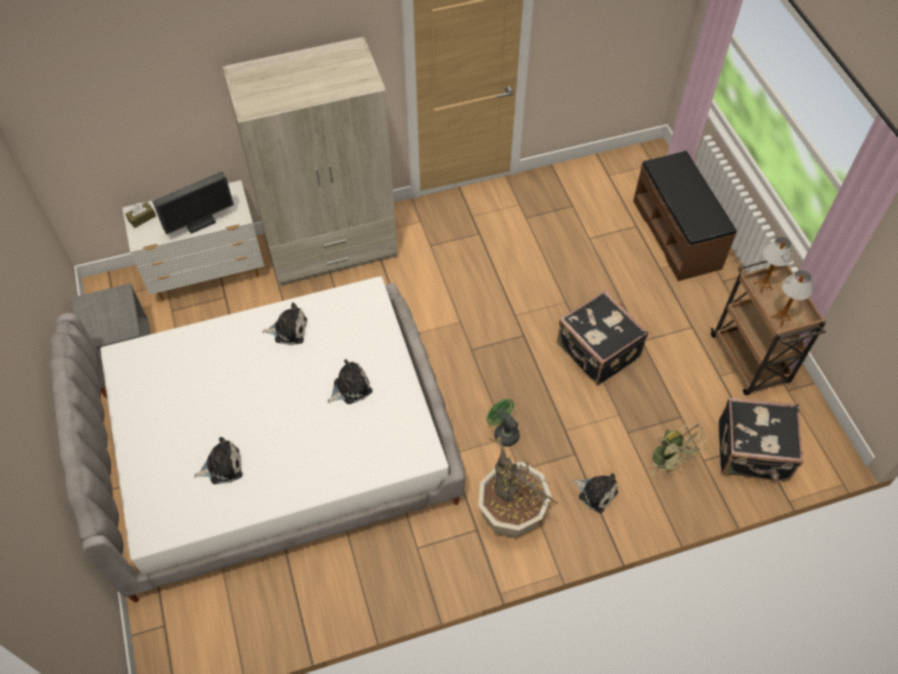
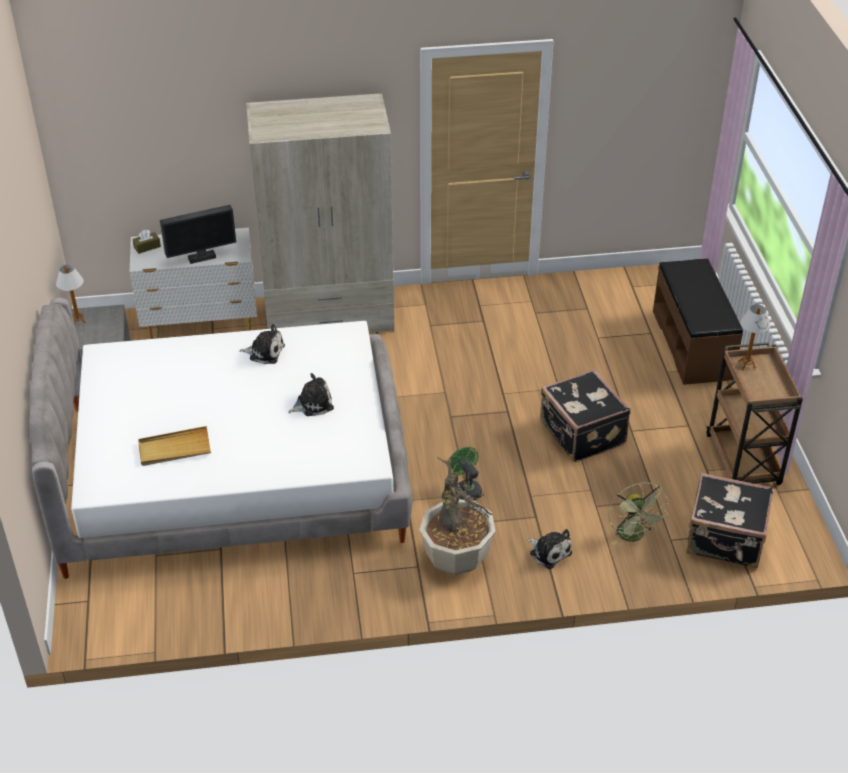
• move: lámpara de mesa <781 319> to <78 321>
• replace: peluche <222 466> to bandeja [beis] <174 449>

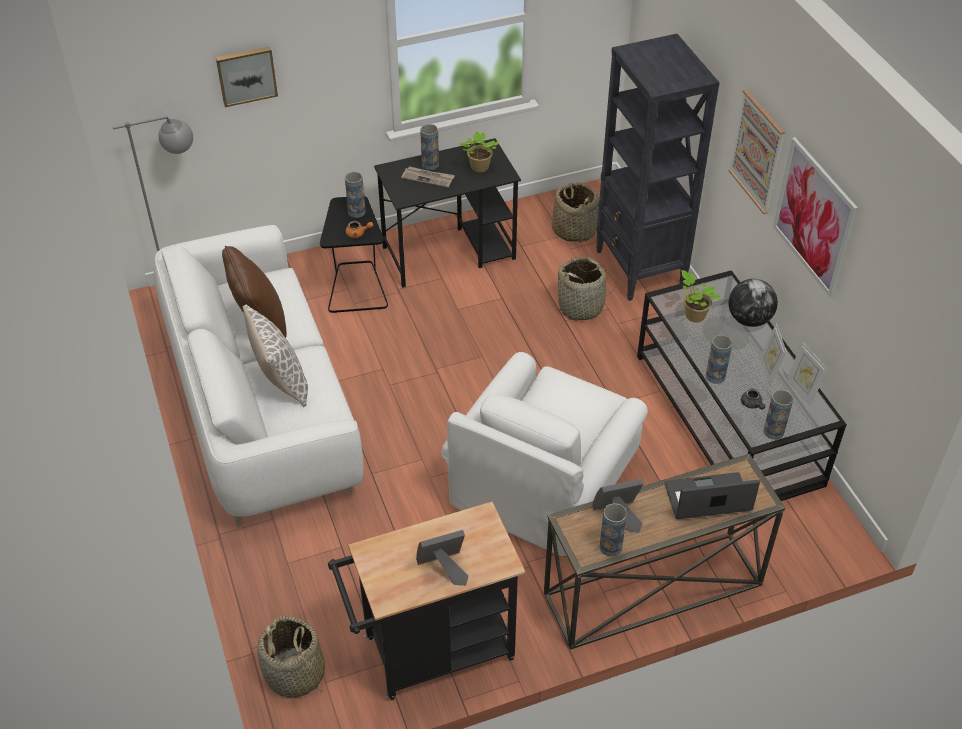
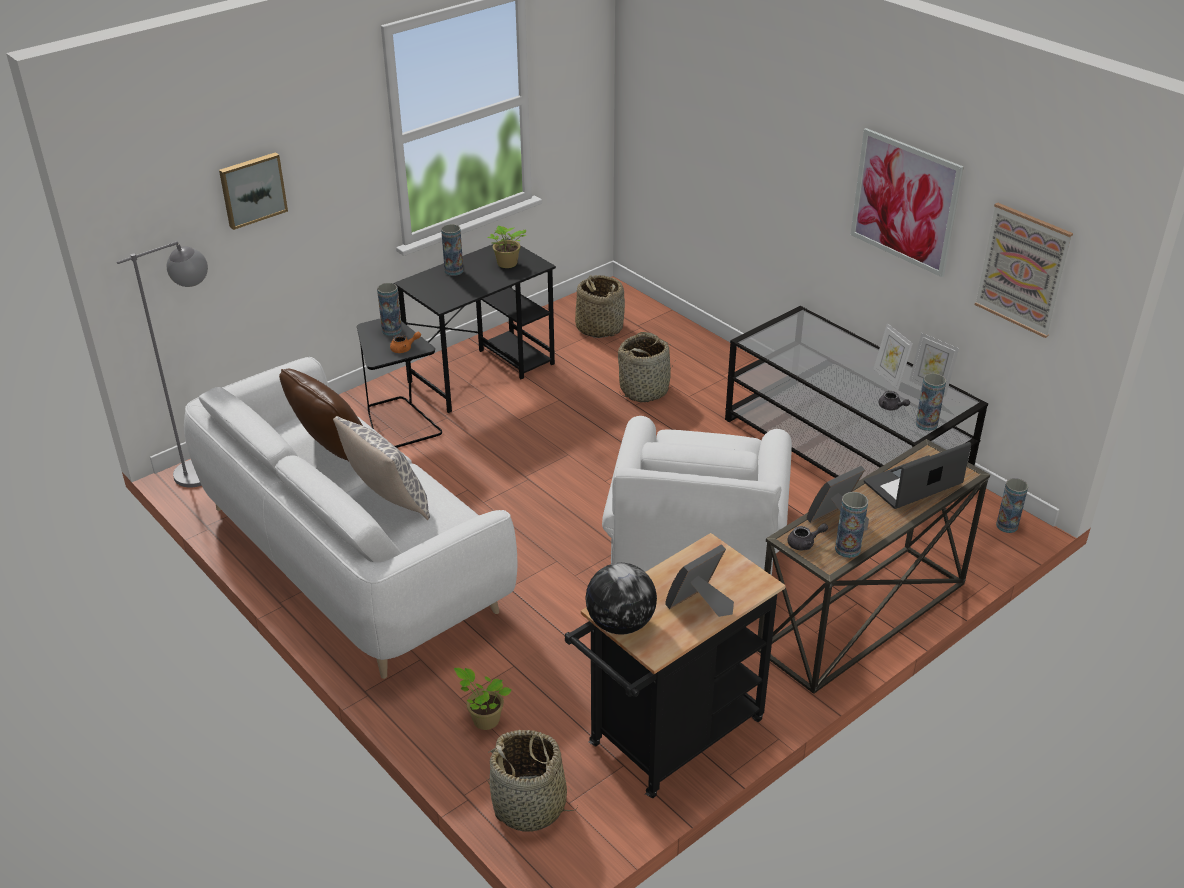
• move: planta en maceta <693 315> to <484 719>
• move: globo terráqueo <749 319> to <620 623>
• insert: tetera [gris] <805 543>
• move: cuadro <757 151> to <1023 269>
• move: florero <715 376> to <1007 526>
• delete: periódico <428 178>
• delete: estantería [negro] <640 269>

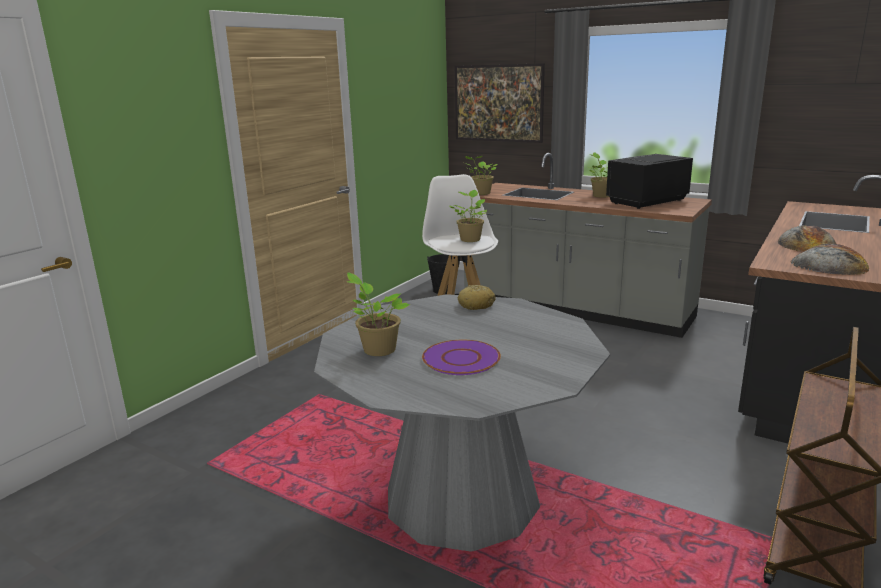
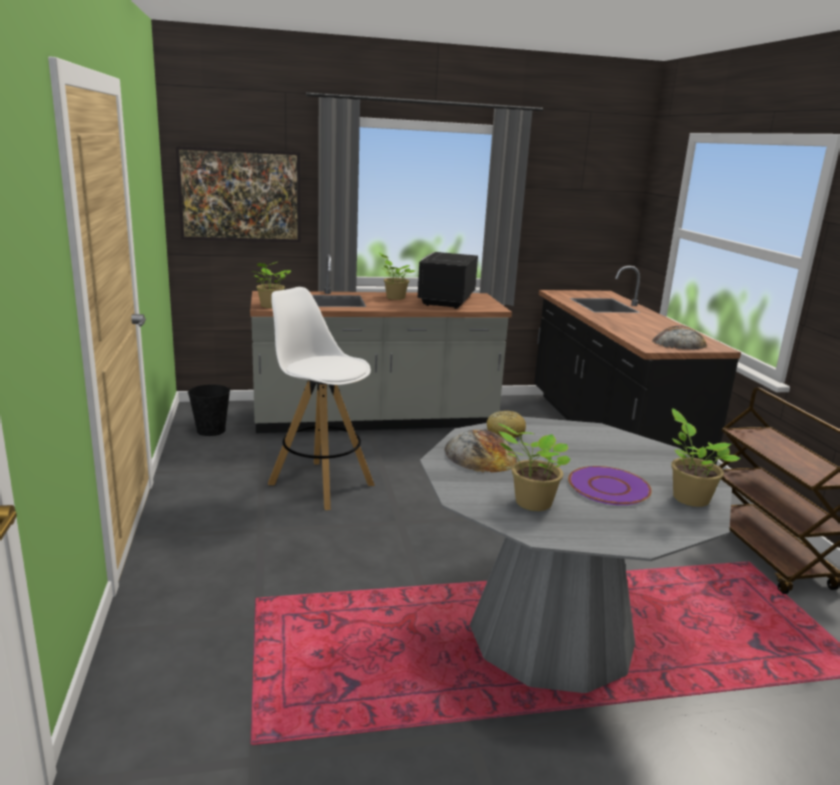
• move: pan <807 244> to <480 455>
• move: planta en maceta <470 239> to <688 497>

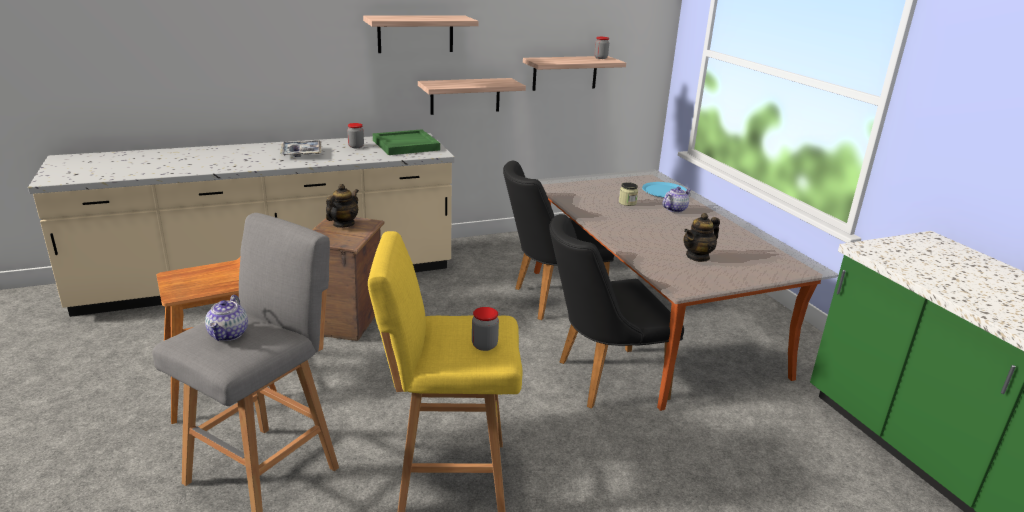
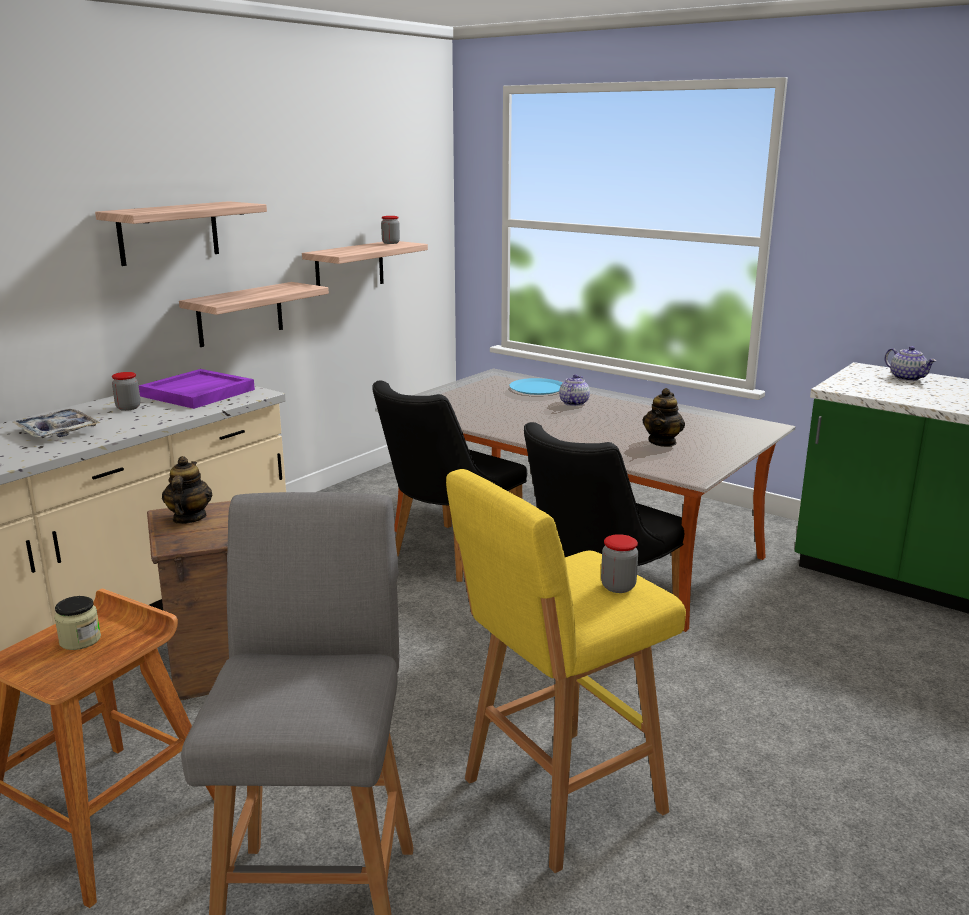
• move: tarro <627 203> to <80 640>
• recolor: bandeja [verde] <405 145> to bandeja [morado] <198 393>
• move: tetera <229 334> to <907 378>

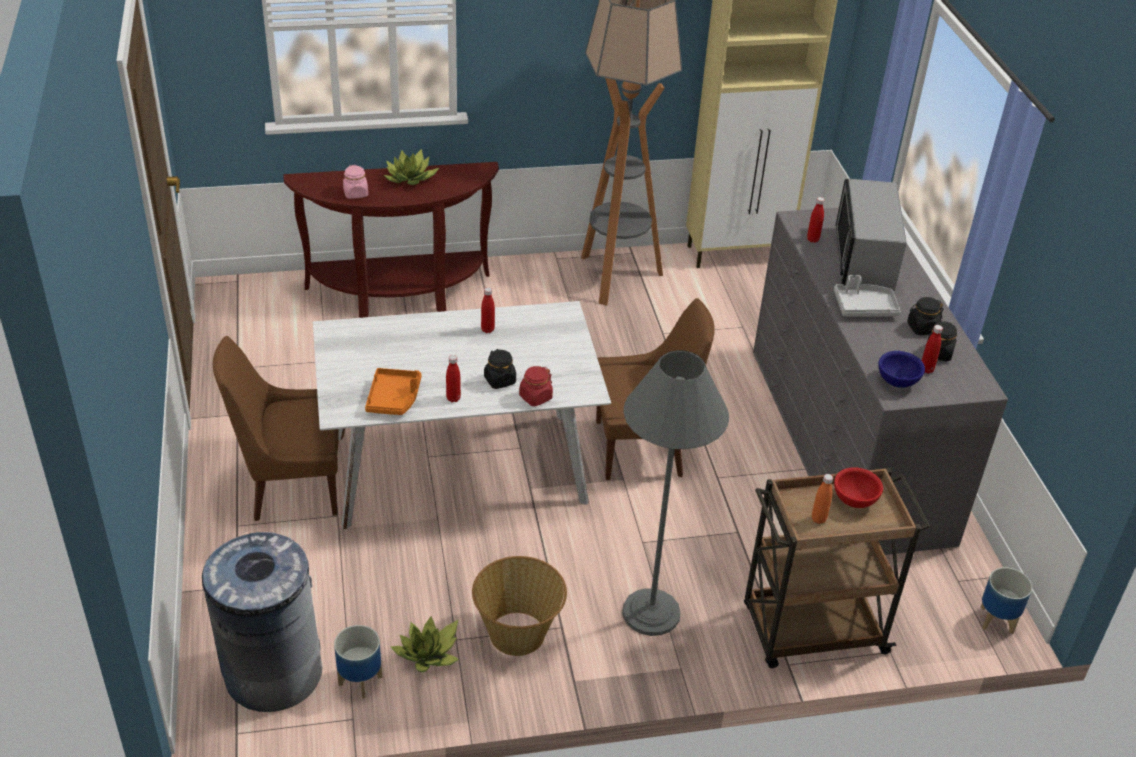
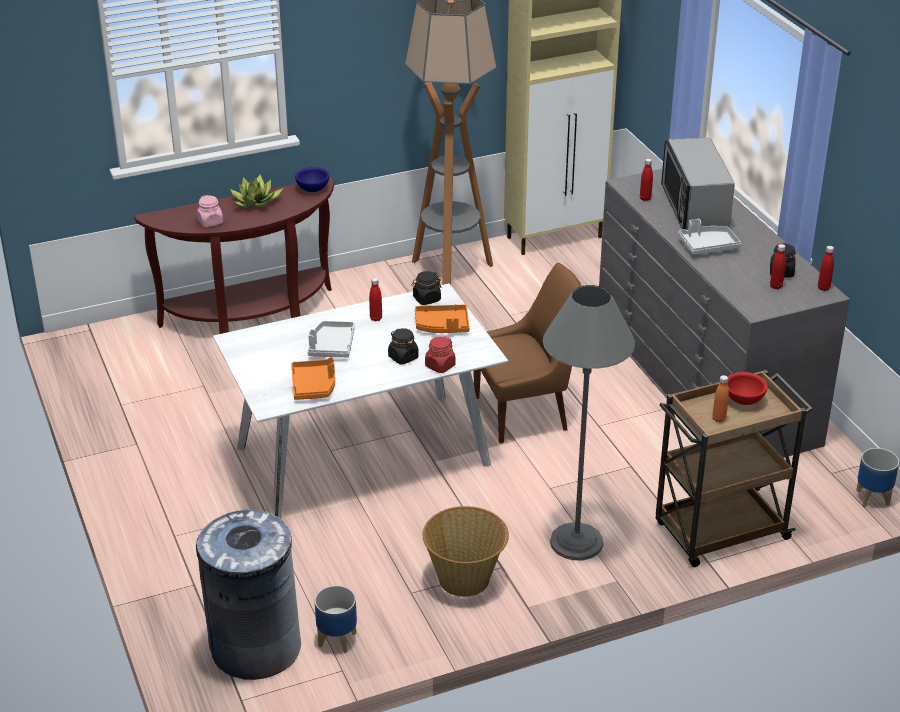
• move: cuenco [azul] <897 382> to <312 190>
• insert: bandeja [gris] <331 346>
• move: tarro [negro] <922 328> to <426 299>
• insert: bandeja [naranja] <442 326>
• move: botella [rojo] <453 398> to <823 288>
• delete: silla [marrón] <291 486>
• delete: planta en maceta <428 654>

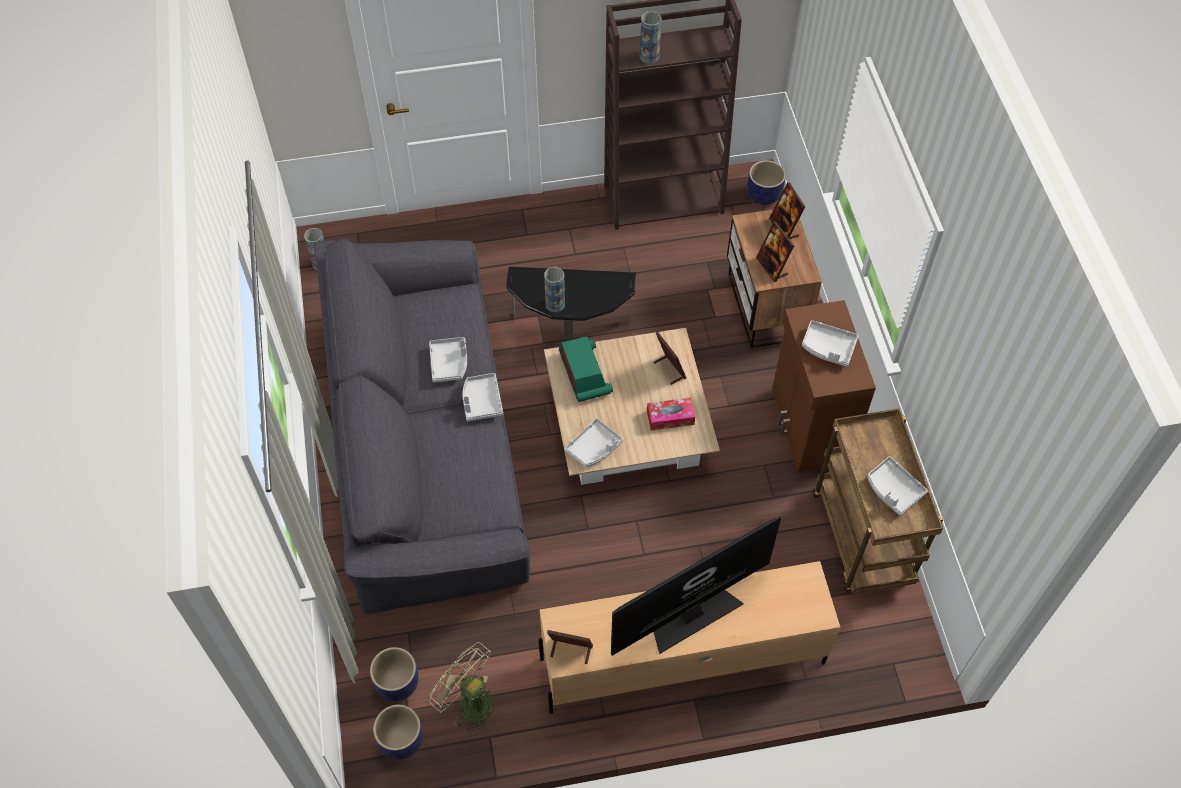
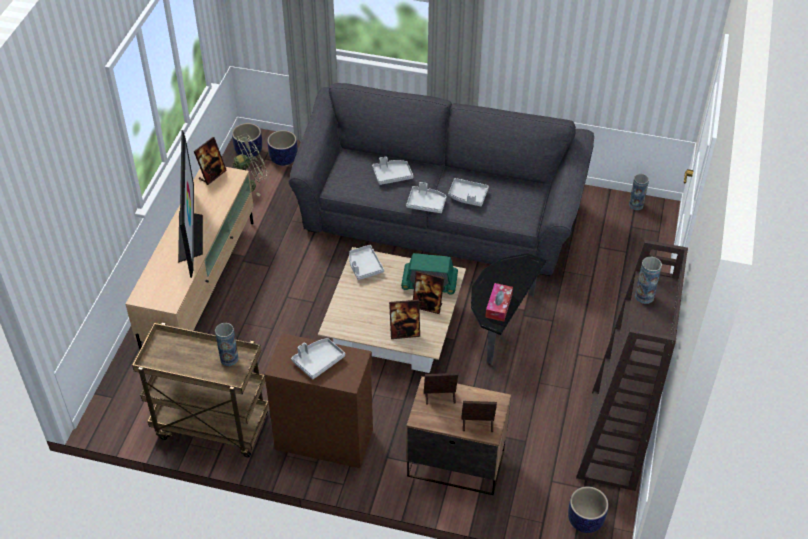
• move: florero <555 304> to <229 358>
• move: bandeja [gris] <893 490> to <392 175>
• insert: portarretratos <427 306>
• move: caja de pañuelos <670 417> to <498 306>

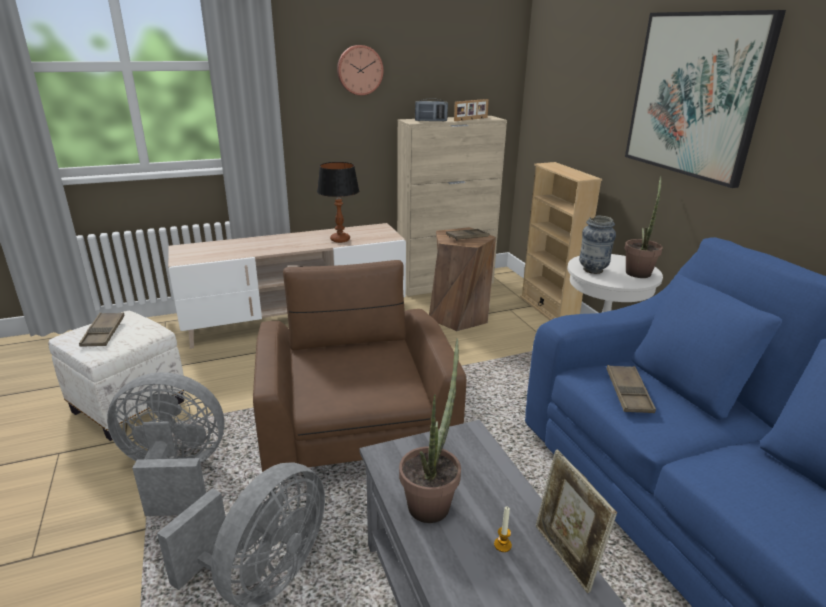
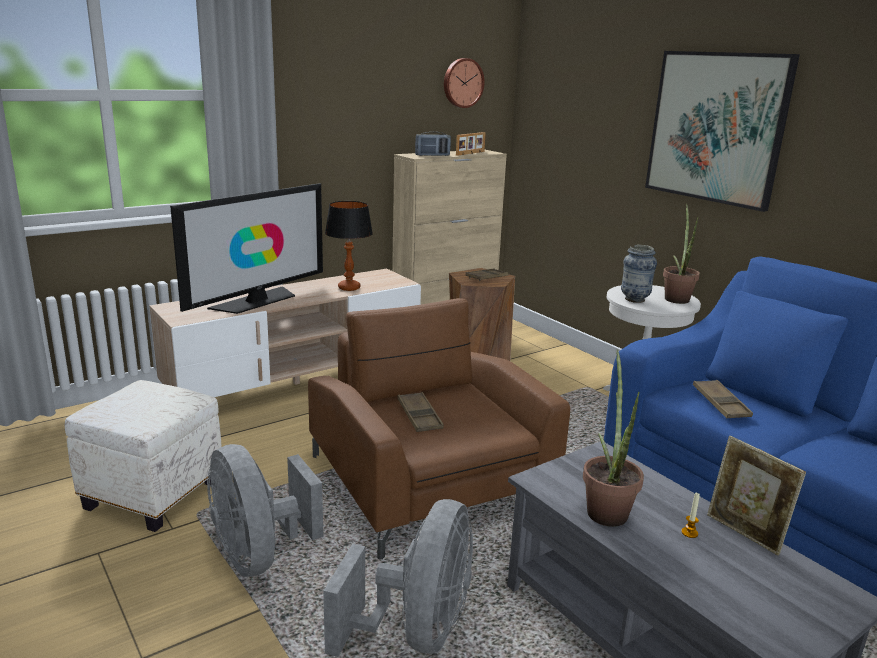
• insert: televisor <257 301>
• rotate: ventilador [gris] <176 475> = <259 555> 105 degrees counterclockwise
• move: bandeja [marrón] <103 333> to <419 416>
• move: reloj de pared <359 70> to <462 83>
• delete: estantería [beis] <548 309>

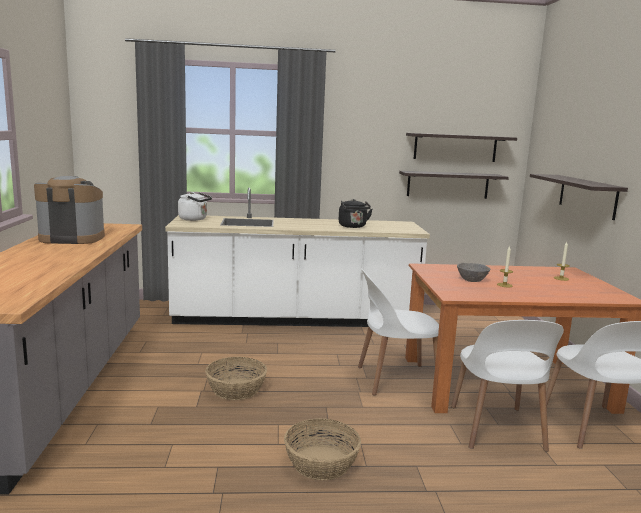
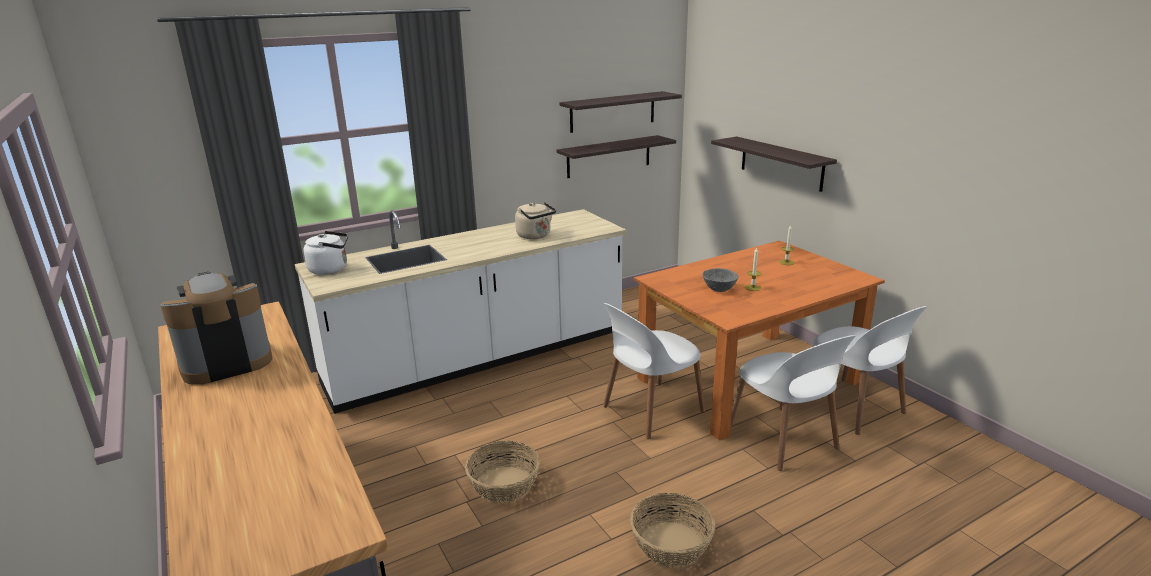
• recolor: hervidor [negro] <353 226> to hervidor [beis] <535 236>

